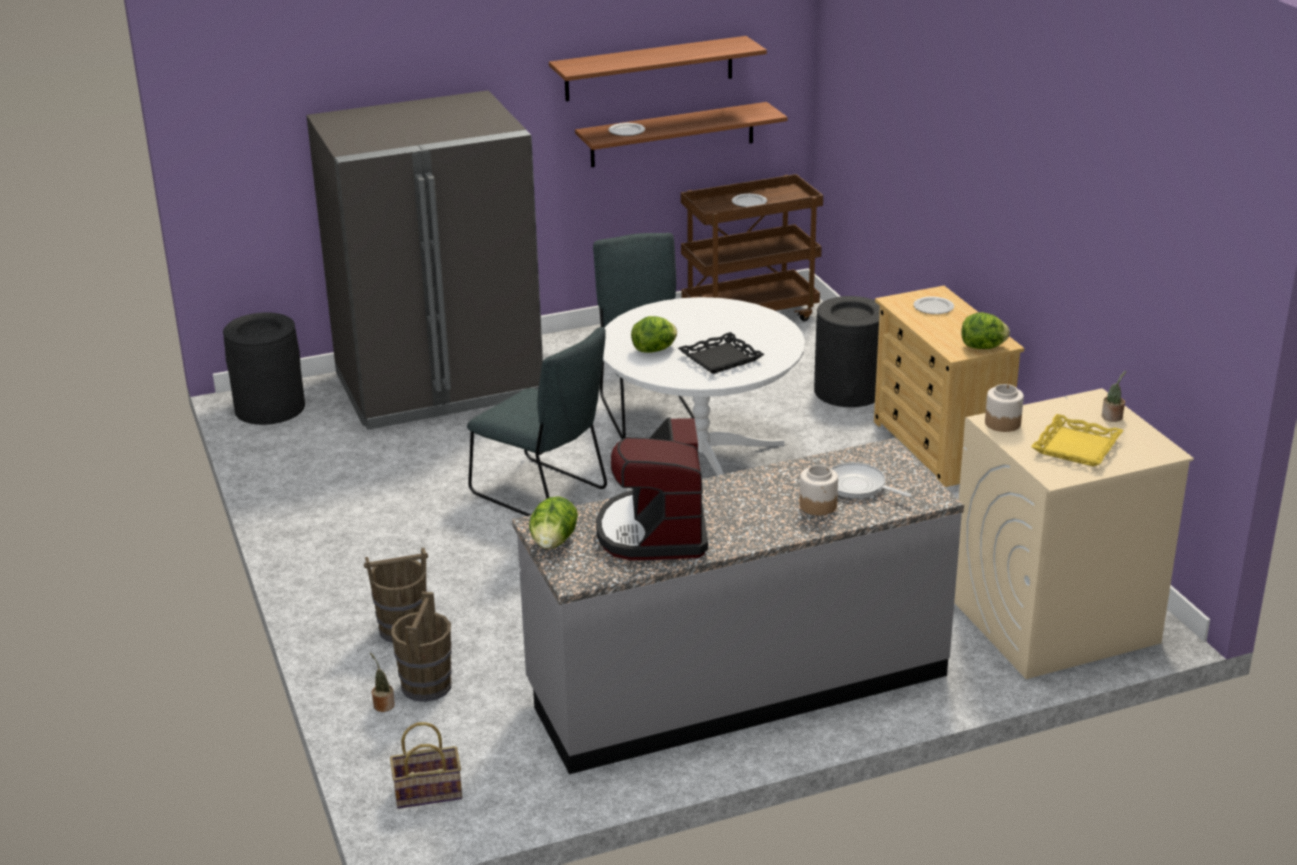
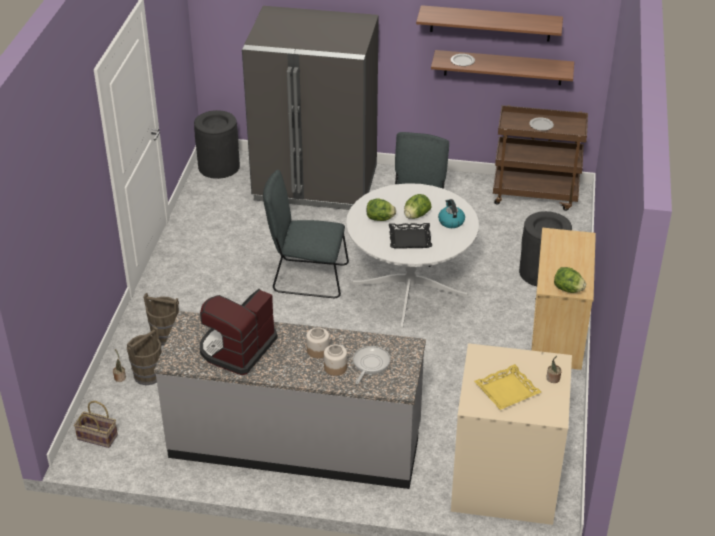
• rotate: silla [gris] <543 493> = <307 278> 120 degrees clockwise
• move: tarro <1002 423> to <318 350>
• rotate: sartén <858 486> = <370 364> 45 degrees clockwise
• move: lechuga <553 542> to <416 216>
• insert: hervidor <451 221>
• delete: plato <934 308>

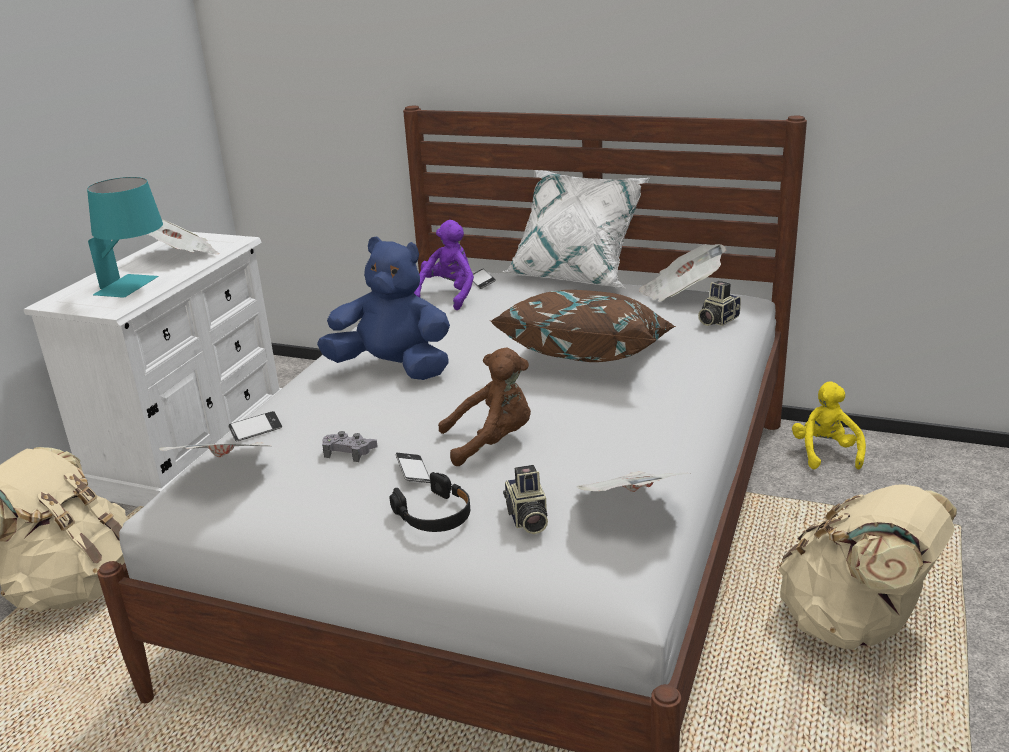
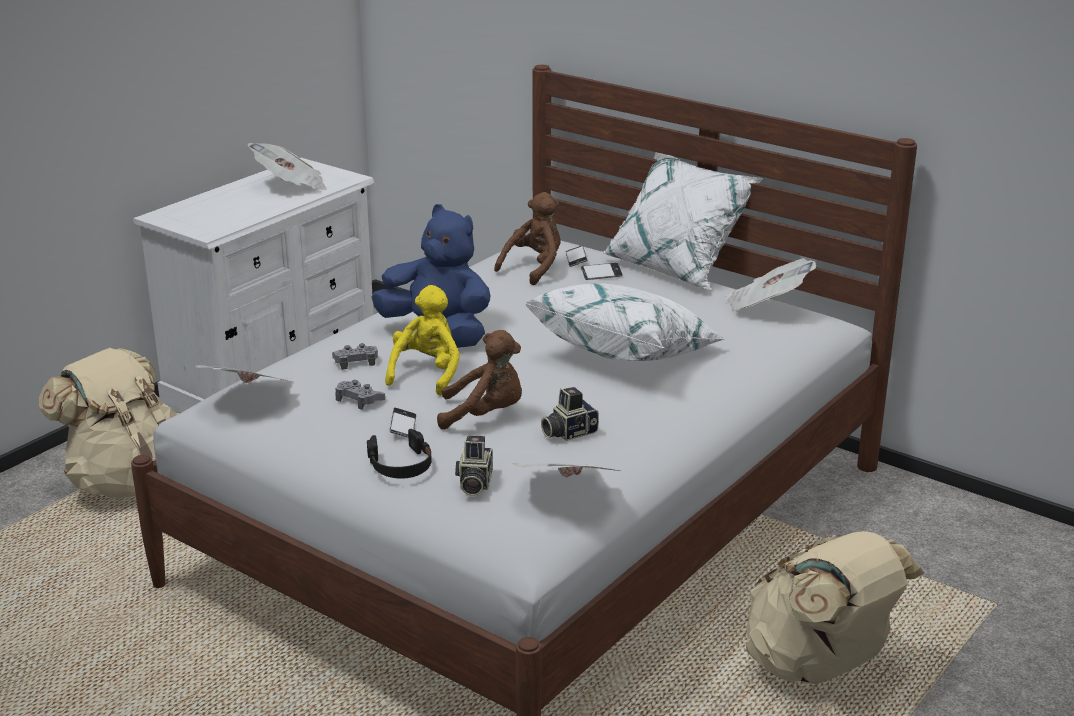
• insert: mando de consola [gris] <356 361>
• move: peluche [amarillo] <825 453> to <427 374>
• recolor: peluche [morado] <448 295> to peluche [marrón] <534 268>
• recolor: cojín [marrón] <589 356> to cojín [blanco] <626 353>
• move: cámara <717 320> to <568 432>
• move: móvil <256 430> to <601 274>
• delete: lámpara de mesa [turquesa] <137 286>

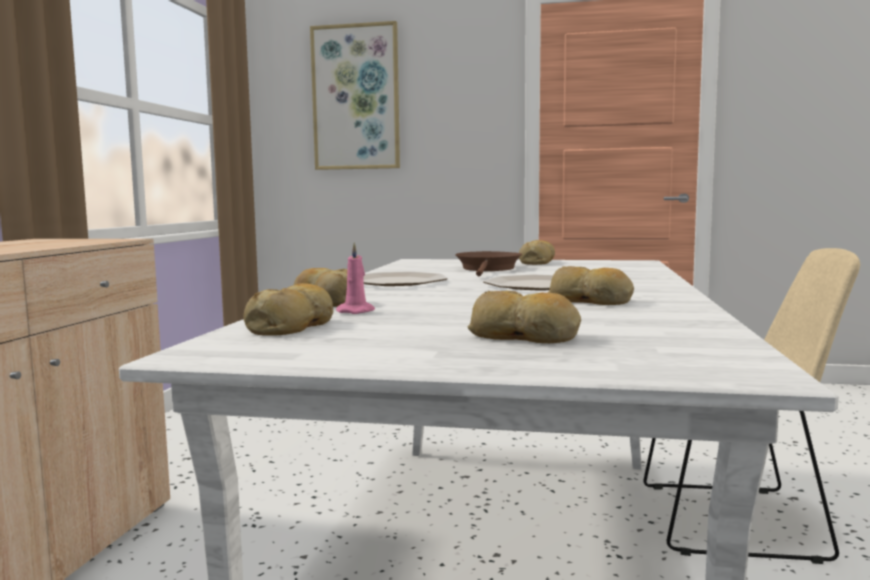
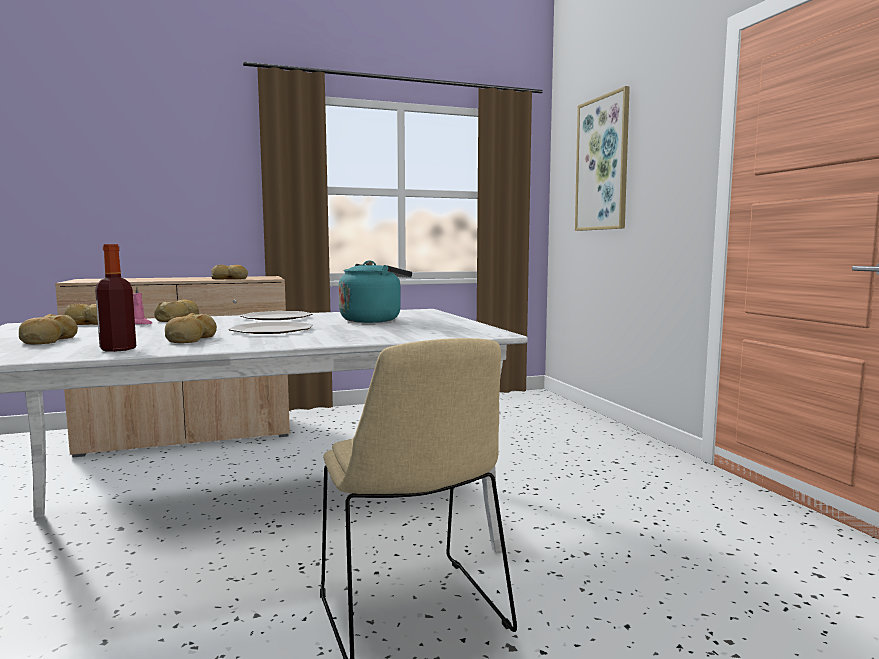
• insert: botella <118 349>
• move: pan <537 262> to <230 278>
• replace: sartén [marrón] <488 269> to hervidor [turquesa] <373 320>

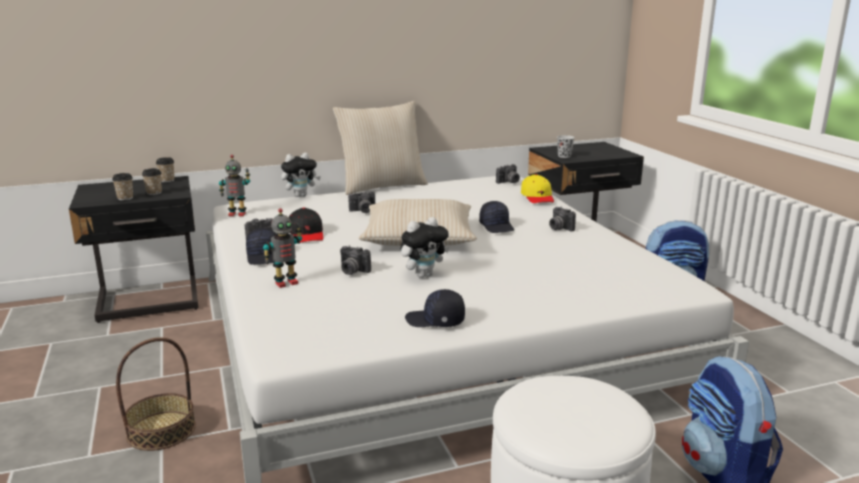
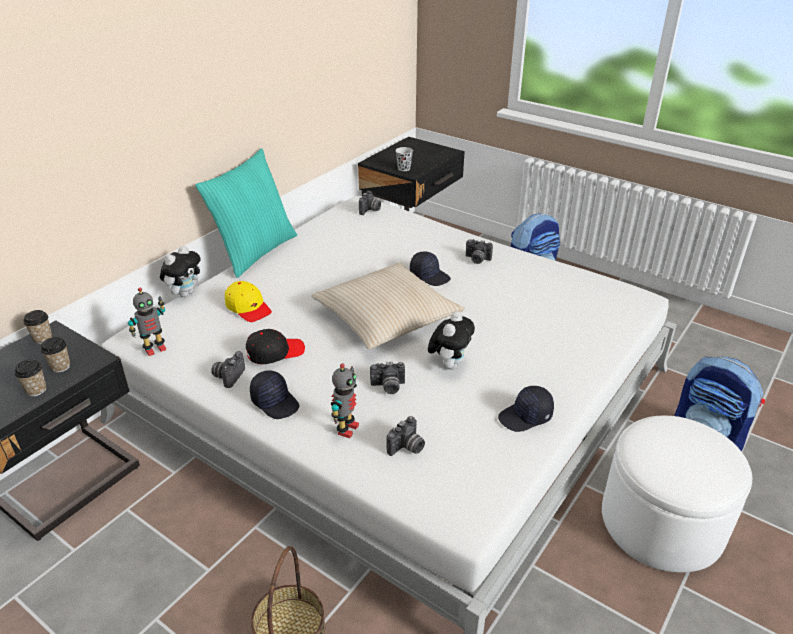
• recolor: cojín [beis] <382 186> to cojín [turquesa] <255 252>
• move: gorra [amarillo] <537 197> to <248 307>
• rotate: gorra [negro] <306 234> = <275 352> 60 degrees counterclockwise
• move: cámara <363 211> to <407 448>

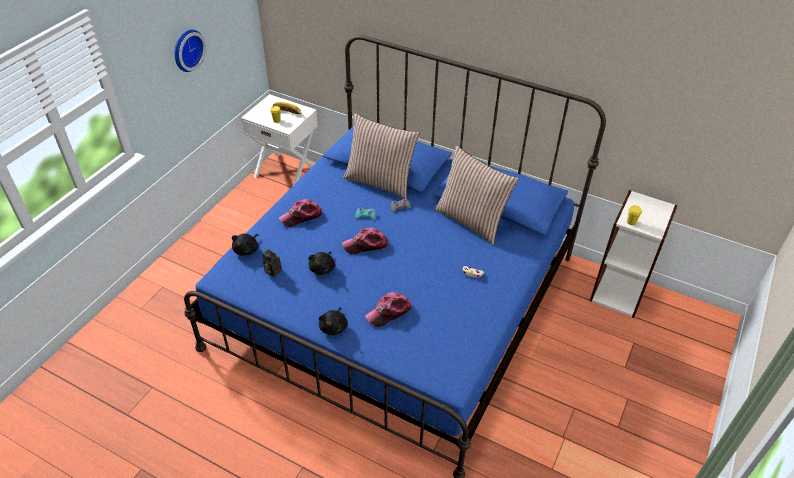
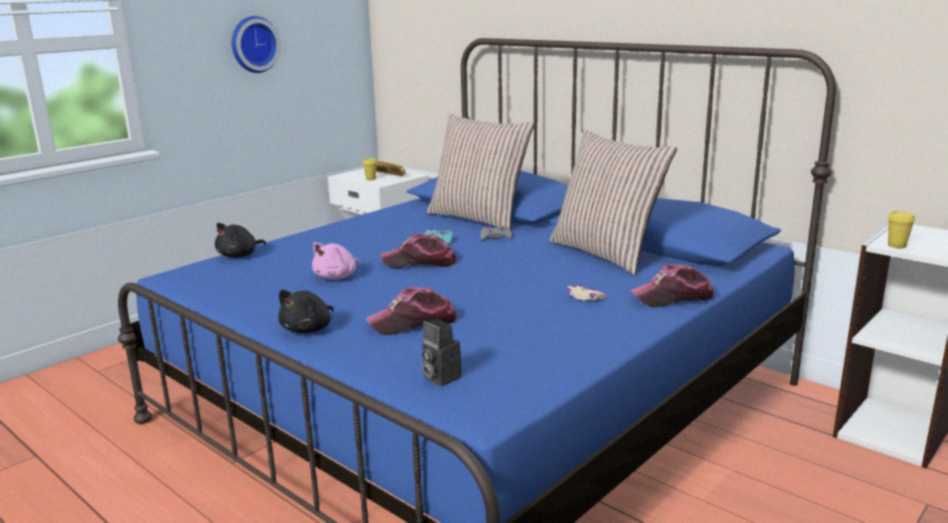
• recolor: peluche [negro] <323 268> to peluche [rosa] <337 277>
• move: cámara <271 271> to <439 377>
• move: gorra <301 216> to <672 297>

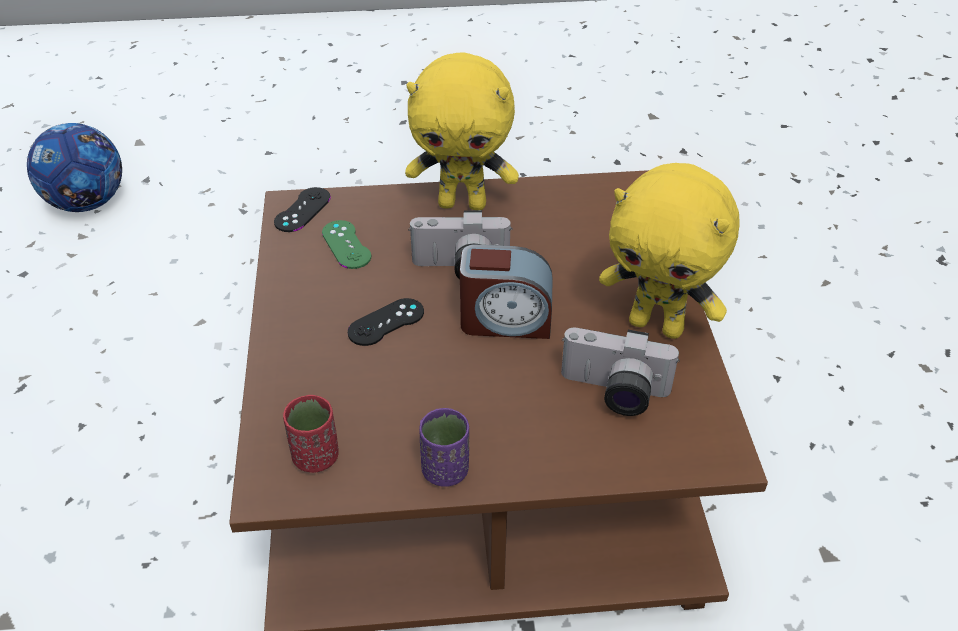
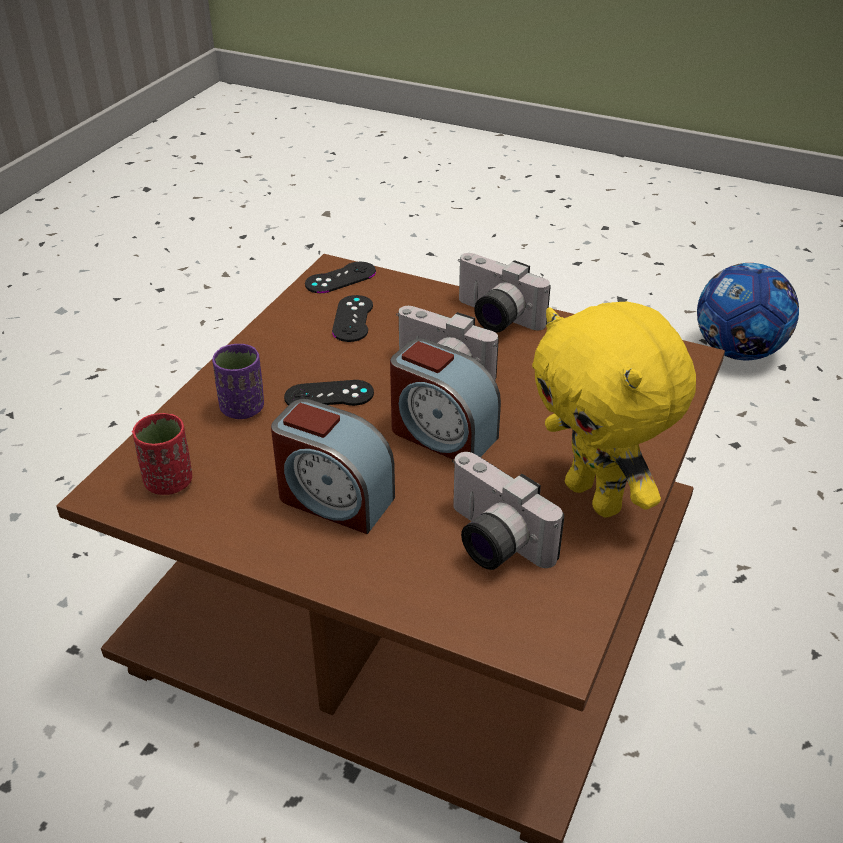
• move: taza [morado] <445 470> to <242 409>
• insert: despertador <334 499>
• recolor: mando de consola [verde] <346 245> to mando de consola [negro] <352 319>
• replace: peluche [amarillo] <463 203> to cámara <493 318>
• move: balón de fútbol <87 203> to <737 351>

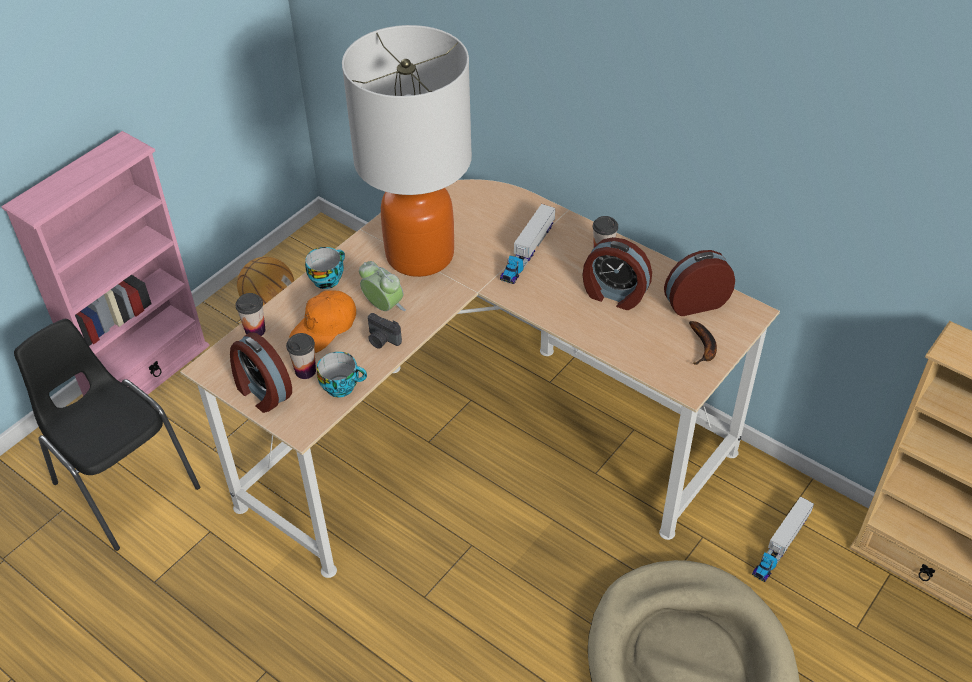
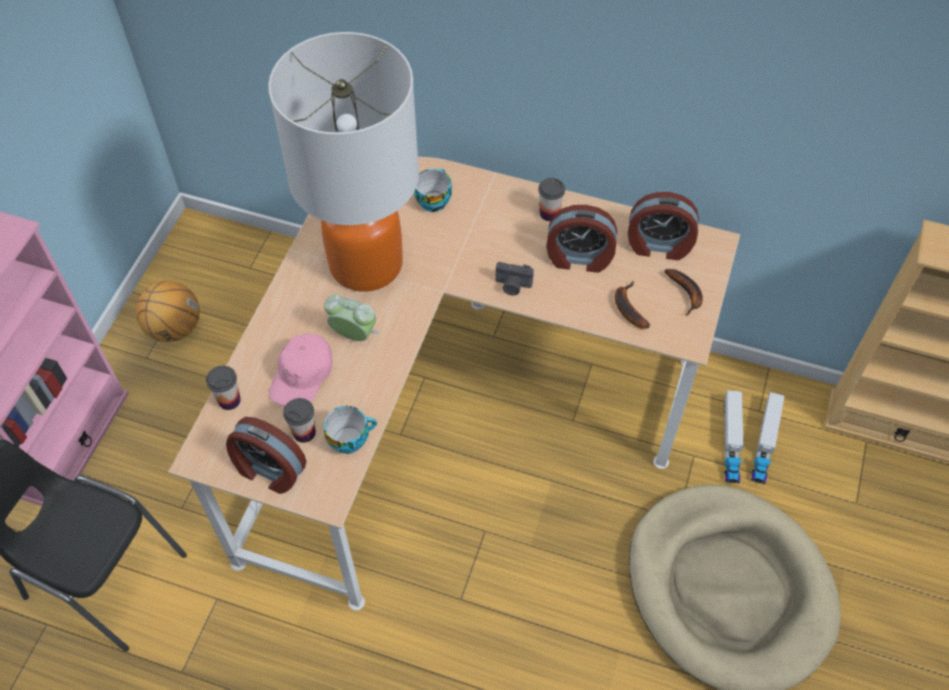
• recolor: gorra [naranja] <325 327> to gorra [rosa] <303 376>
• move: taza <327 278> to <433 200>
• move: cámara <382 340> to <512 286>
• insert: plátano <627 308>
• rotate: despertador <695 302> = <659 246> 135 degrees counterclockwise
• move: camión de juguete <527 252> to <731 441>

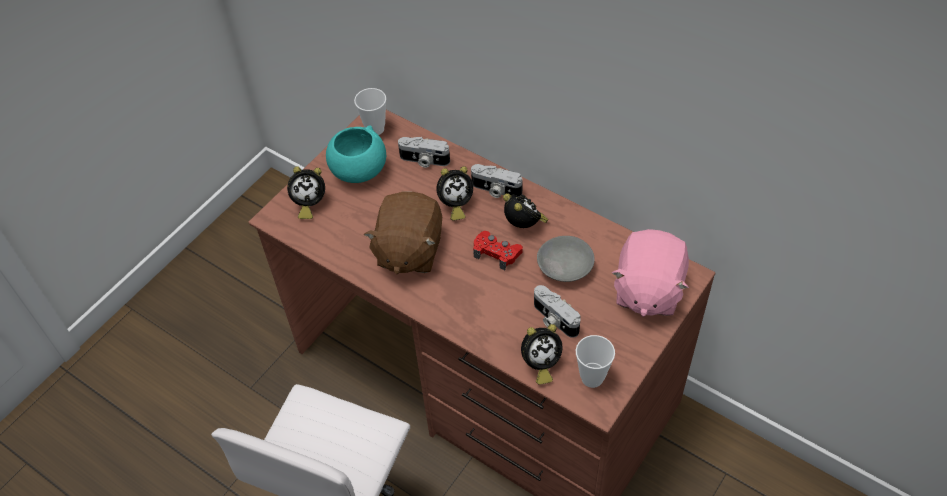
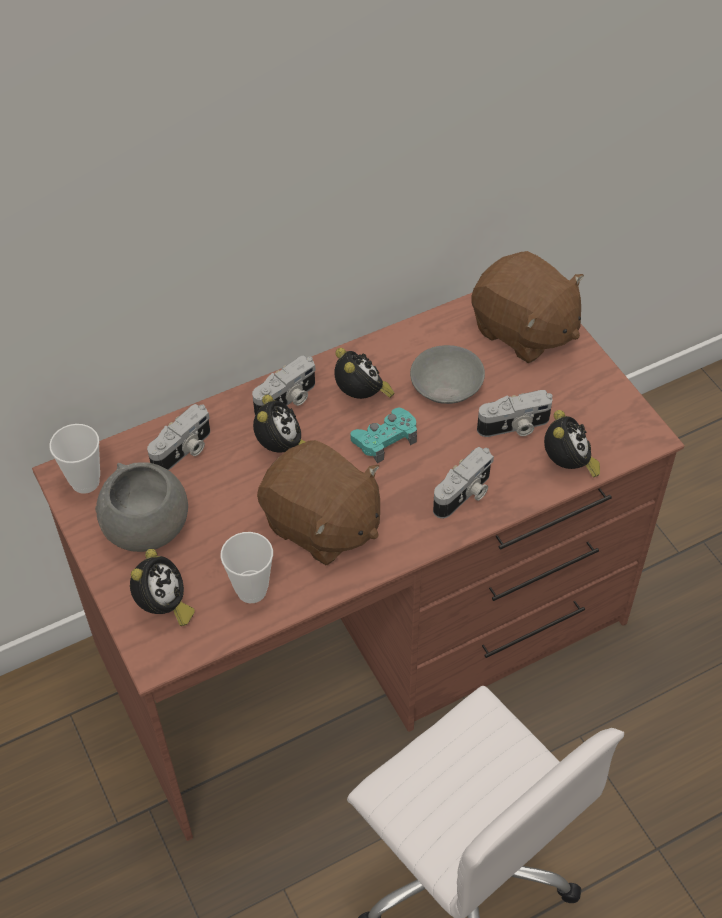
• recolor: cuenco [turquesa] <358 171> to cuenco [gris] <147 528>
• move: taza <592 378> to <251 590>
• rotate: despertador <524 225> = <362 396> 75 degrees clockwise
• recolor: mando de consola [rojo] <496 253> to mando de consola [turquesa] <385 439>
• insert: cámara <464 495>
• recolor: peluche [rosa] <647 290> to peluche [marrón] <524 331>

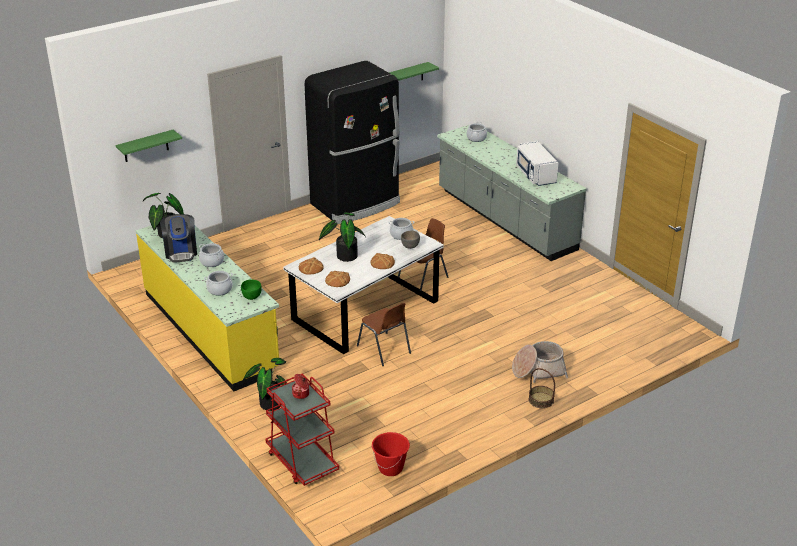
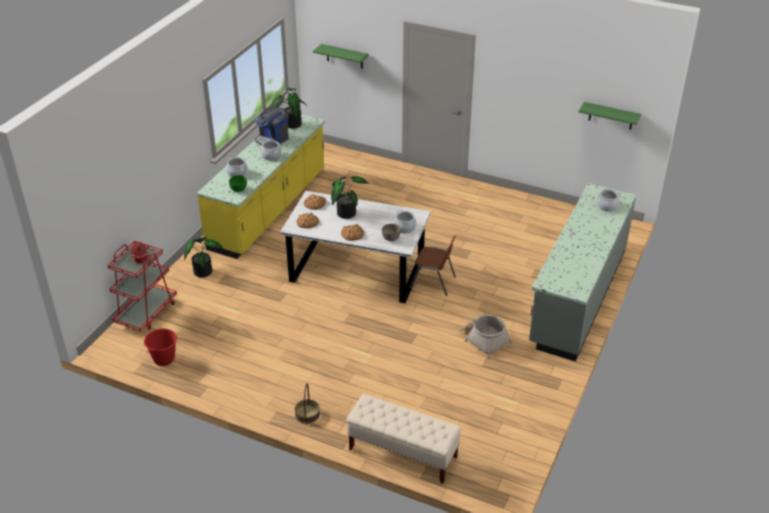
• insert: banco [beis] <402 453>
• move: cesta <538 370> to <483 338>
• delete: nevera [negro] <356 204>
• delete: silla [marrón] <384 350>
• delete: microondas [blanco] <535 175>

